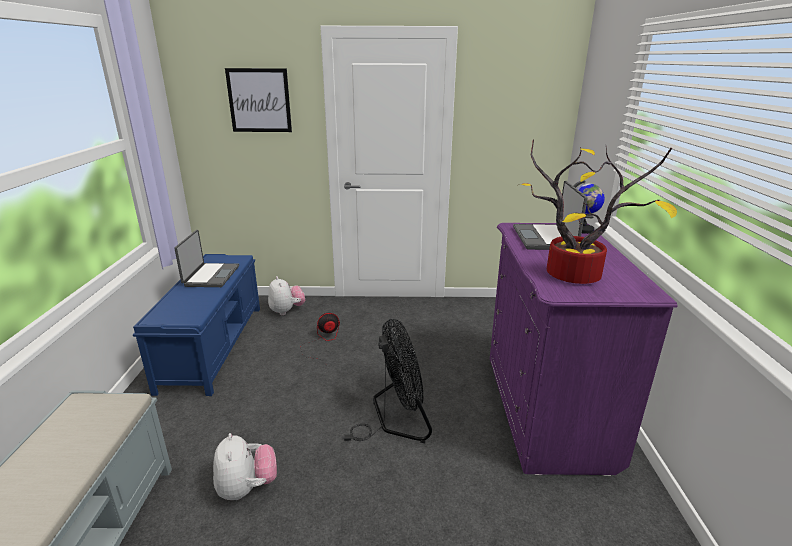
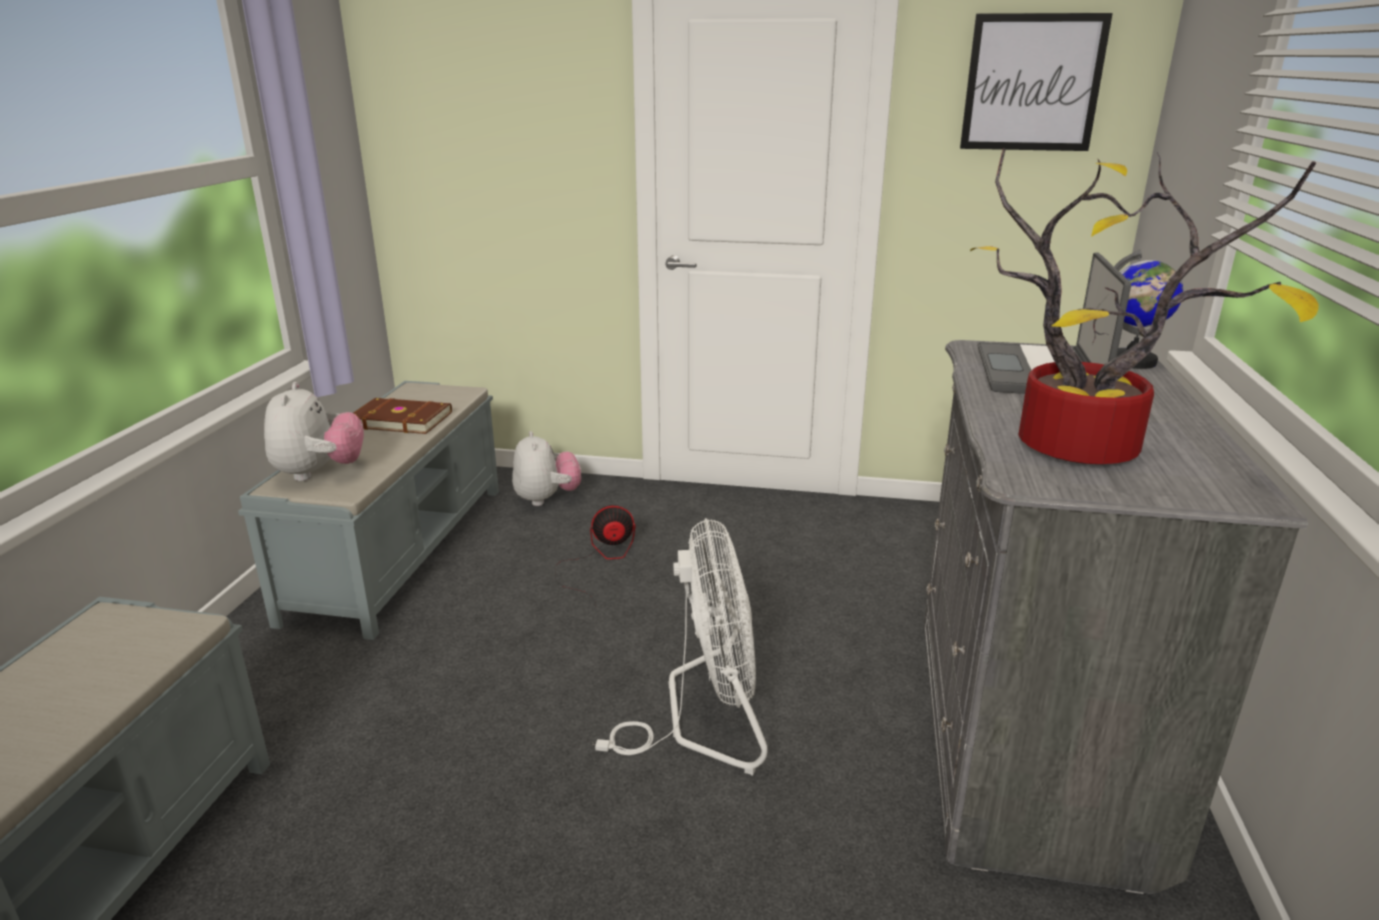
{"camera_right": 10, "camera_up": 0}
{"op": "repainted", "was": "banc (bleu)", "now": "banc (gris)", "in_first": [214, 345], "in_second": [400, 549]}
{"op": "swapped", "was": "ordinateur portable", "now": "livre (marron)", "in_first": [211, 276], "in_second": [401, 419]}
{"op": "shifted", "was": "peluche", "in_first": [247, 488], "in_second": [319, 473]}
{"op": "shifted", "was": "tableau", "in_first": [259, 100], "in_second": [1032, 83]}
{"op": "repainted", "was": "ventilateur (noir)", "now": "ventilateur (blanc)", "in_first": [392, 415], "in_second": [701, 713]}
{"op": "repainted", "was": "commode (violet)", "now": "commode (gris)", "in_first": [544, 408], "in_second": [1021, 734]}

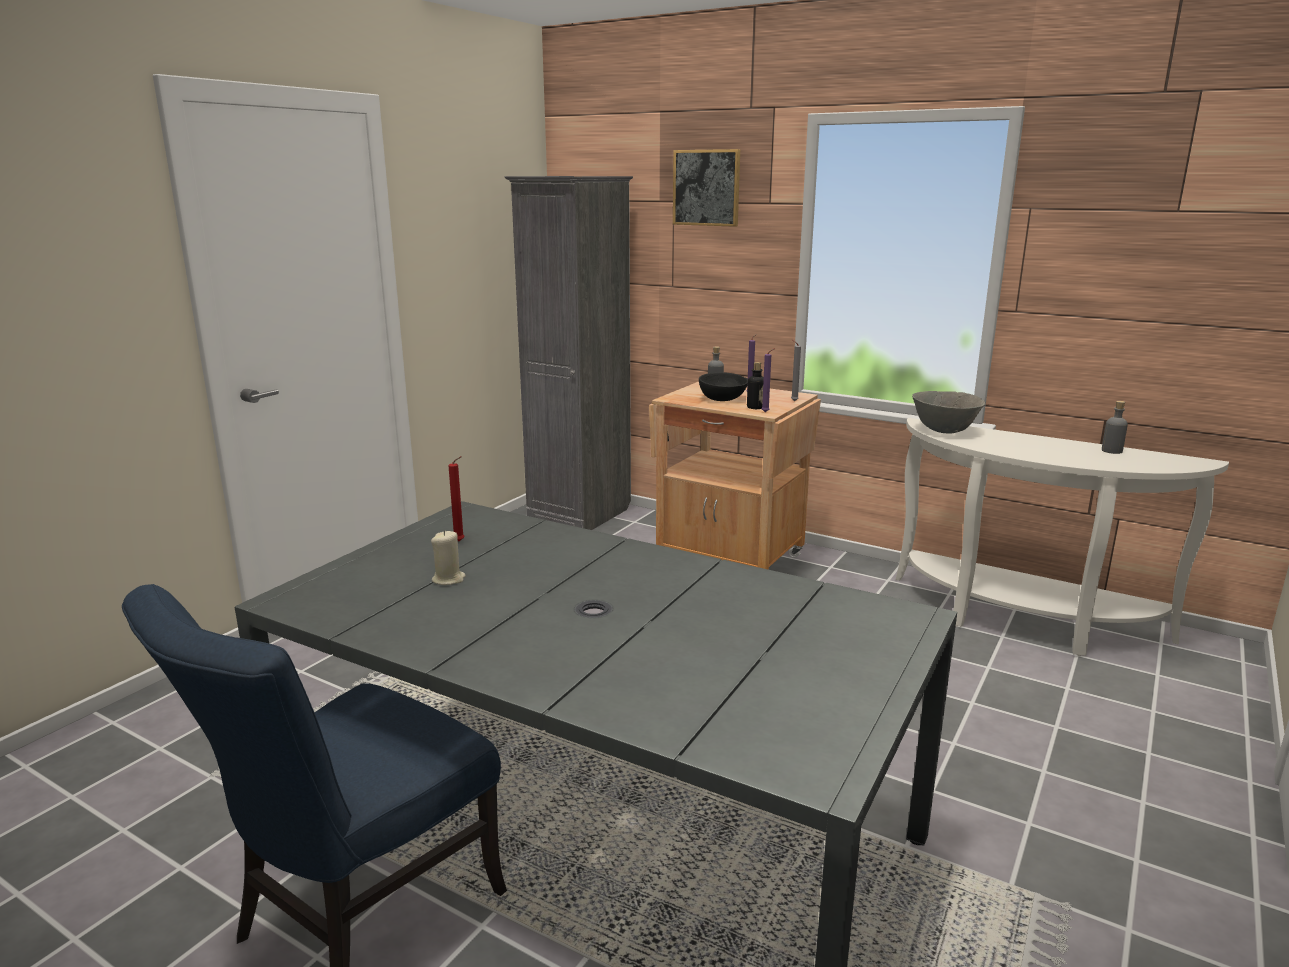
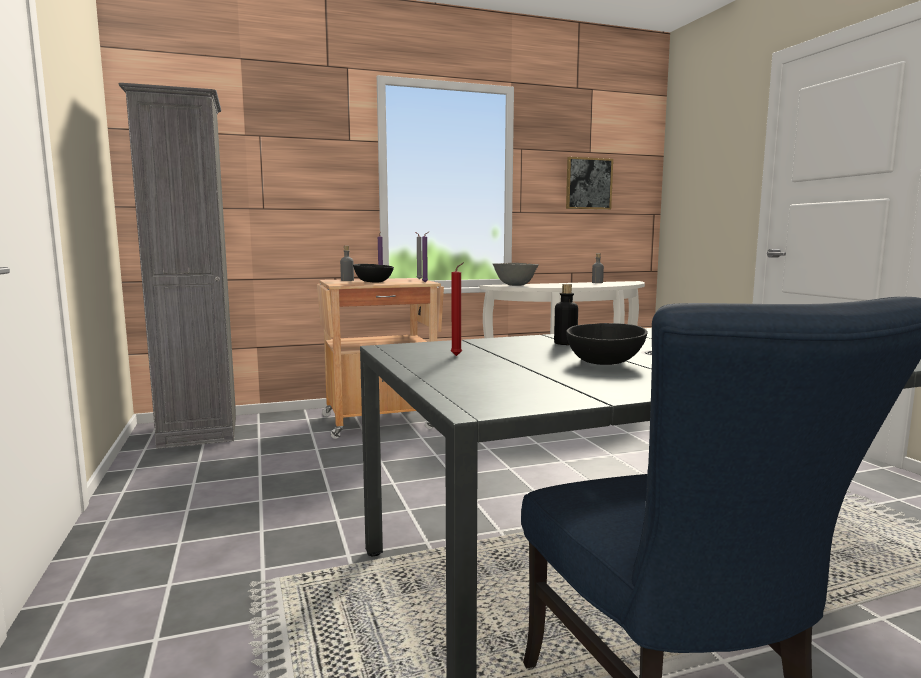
{"camera_right": -50, "camera_up": -10}
{"op": "gone", "was": "bougie (beige)", "in_first": [448, 579]}
{"op": "shifted", "was": "tableau", "in_first": [706, 188], "in_second": [588, 183]}
{"op": "shifted", "was": "bouteille", "in_first": [755, 407], "in_second": [565, 343]}
{"op": "new", "now": "bol (noir)", "in_second": [604, 362]}

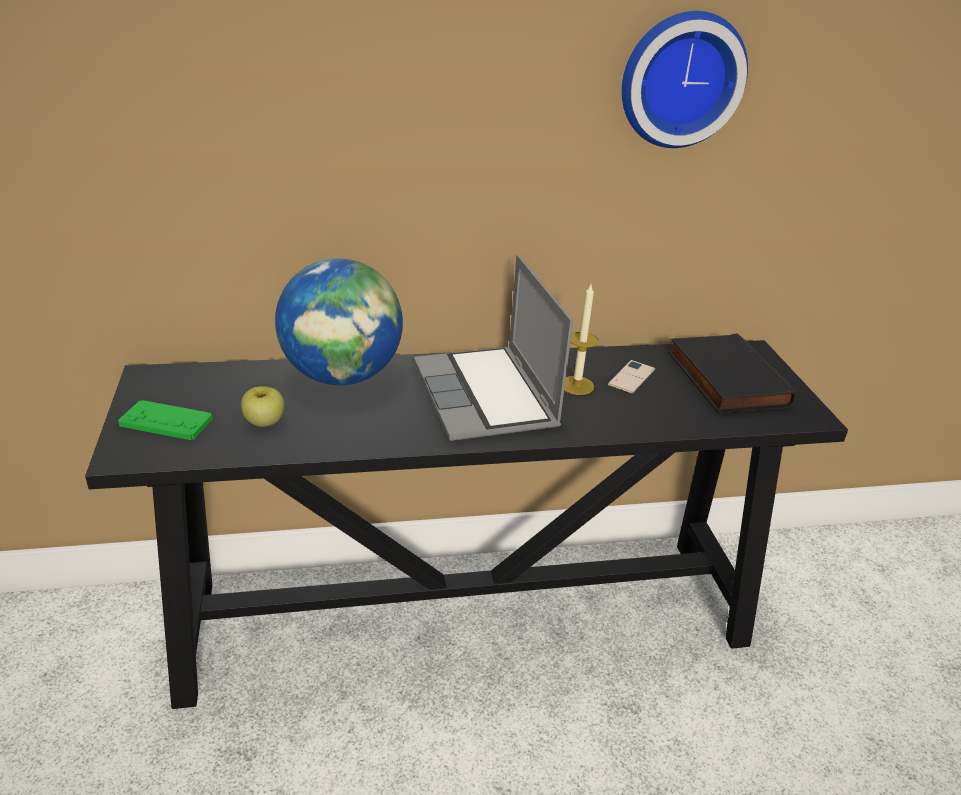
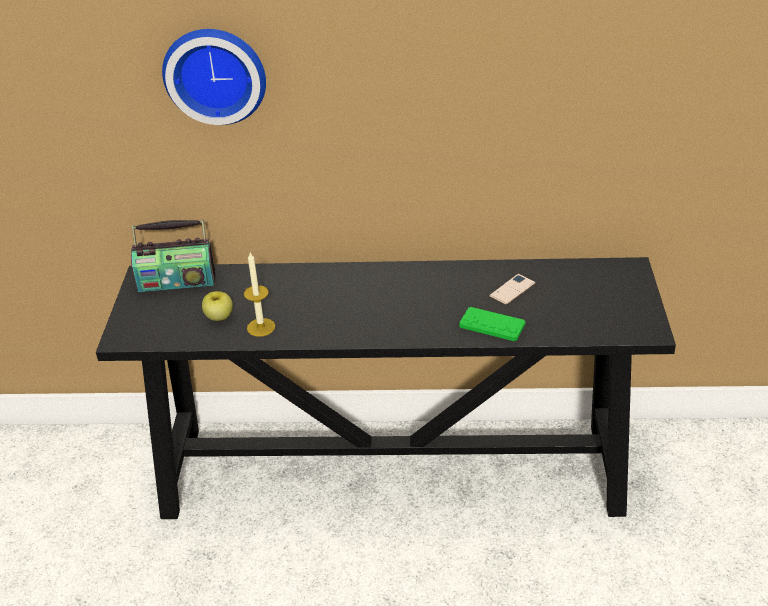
{"camera_right": 15, "camera_up": 5}
{"op": "shifted", "was": "manette (vert)", "in_first": [166, 422], "in_second": [492, 325]}
{"op": "gone", "was": "globe", "in_first": [342, 376]}
{"op": "gone", "was": "ordinateur portable", "in_first": [487, 397]}
{"op": "shifted", "was": "bougie", "in_first": [576, 385], "in_second": [261, 327]}
{"op": "shifted", "was": "horloge murale", "in_first": [680, 79], "in_second": [215, 74]}
{"op": "gone", "was": "livre (noir)", "in_first": [723, 379]}
{"op": "new", "now": "radio", "in_second": [176, 280]}

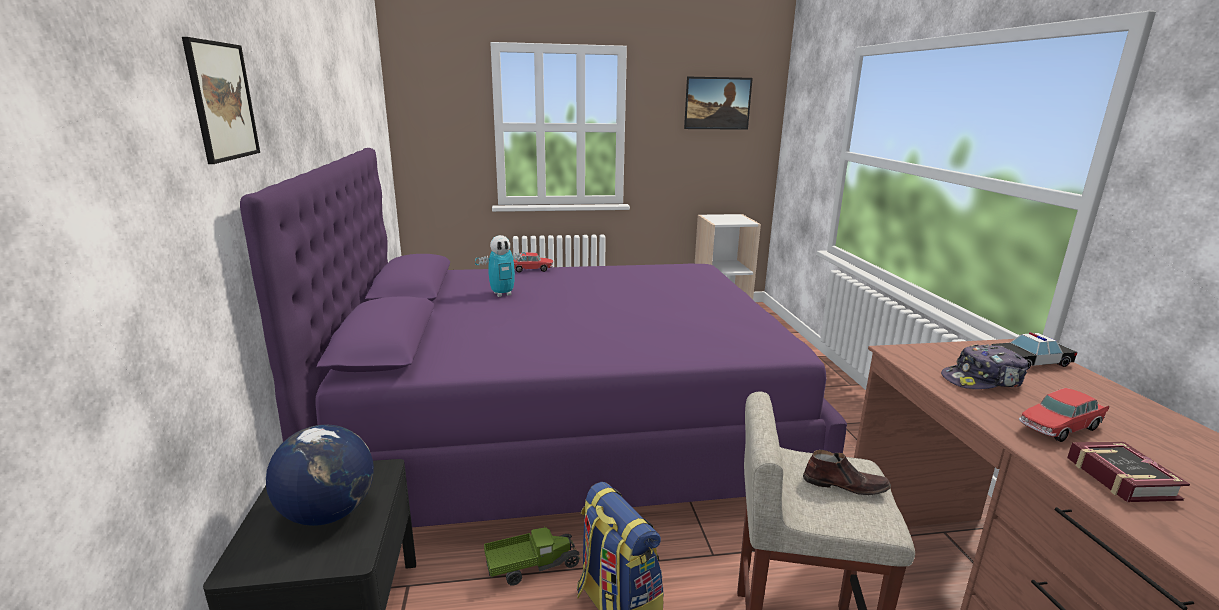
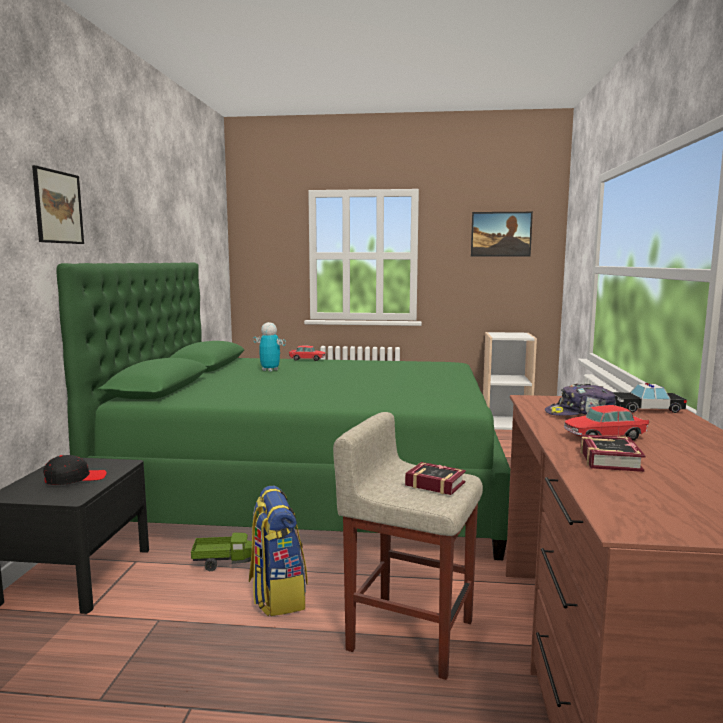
{"camera_right": 15, "camera_up": -10}
{"op": "repainted", "was": "lit (violet)", "now": "lit (vert)", "in_first": [568, 429], "in_second": [313, 487]}
{"op": "swapped", "was": "globe", "now": "casquette (noir)", "in_first": [328, 513], "in_second": [75, 479]}
{"op": "rotated", "was": "robot jouet", "in_first": [502, 294], "in_second": [270, 370], "clockwise": -135}
{"op": "swapped", "was": "chaussure (marron)", "now": "livre", "in_first": [844, 485], "in_second": [433, 483]}

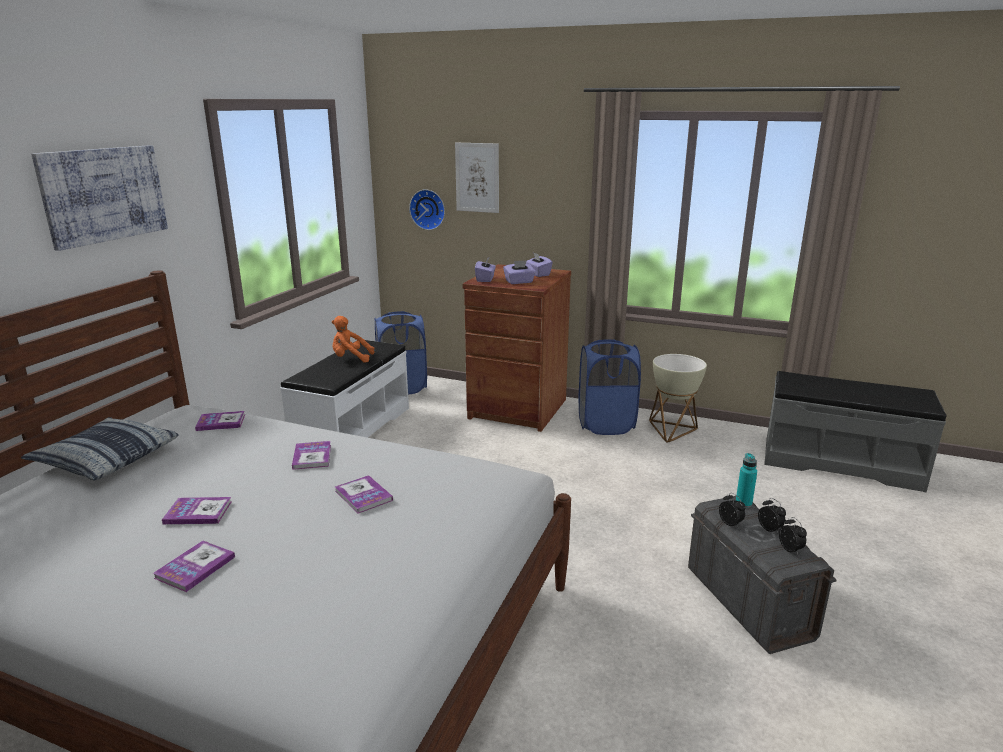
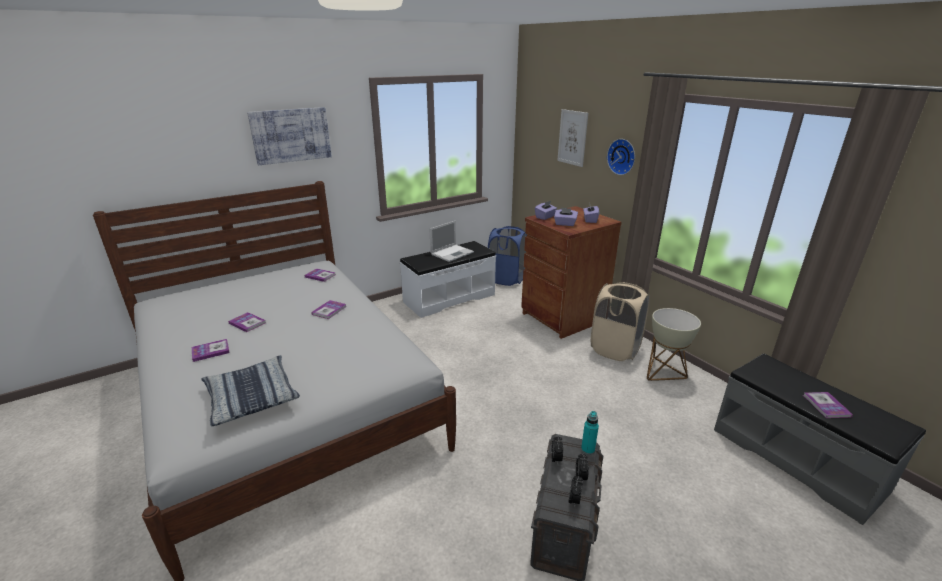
{"camera_right": 35, "camera_up": 5}
{"op": "shifted", "was": "coussin", "in_first": [105, 459], "in_second": [252, 397]}
{"op": "swapped", "was": "peluche (orange)", "now": "ordinateur portable", "in_first": [350, 358], "in_second": [452, 253]}
{"op": "shifted", "was": "livre", "in_first": [363, 495], "in_second": [826, 406]}
{"op": "shifted", "was": "horloge murale", "in_first": [428, 209], "in_second": [622, 156]}
{"op": "repainted", "was": "panier à linge (bleu)", "now": "panier à linge (beige)", "in_first": [606, 424], "in_second": [615, 349]}

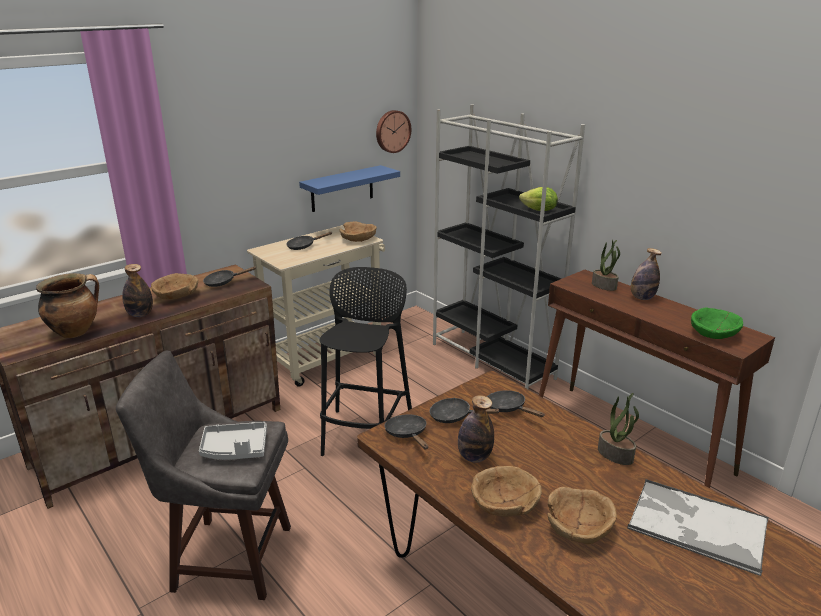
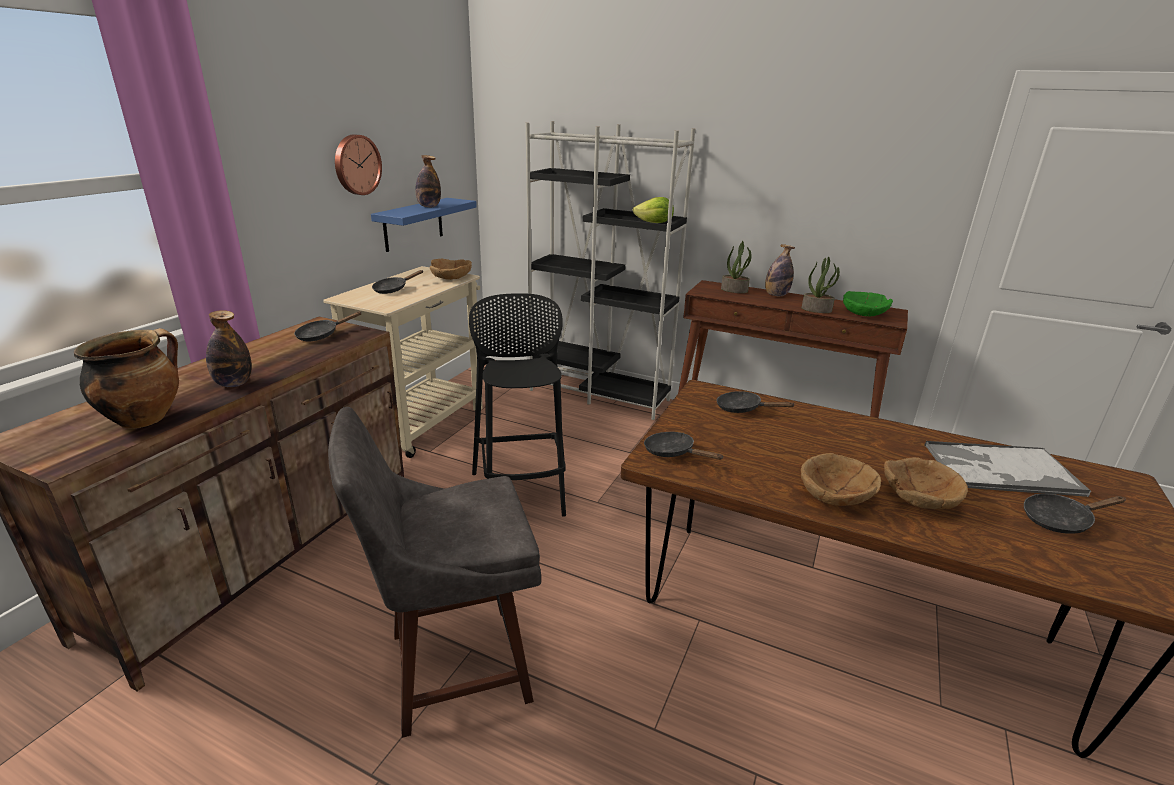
{"camera_right": -25, "camera_up": 0}
{"op": "gone", "was": "bol (marron)", "in_first": [176, 296]}
{"op": "gone", "was": "plateau (gris)", "in_first": [235, 449]}
{"op": "shifted", "was": "horloge murale", "in_first": [392, 131], "in_second": [356, 165]}
{"op": "shifted", "was": "poêle (noir)", "in_first": [454, 416], "in_second": [1060, 520]}
{"op": "shifted", "was": "bouteille", "in_first": [474, 457], "in_second": [429, 206]}
{"op": "shifted", "was": "plante en pot", "in_first": [616, 454], "in_second": [817, 309]}

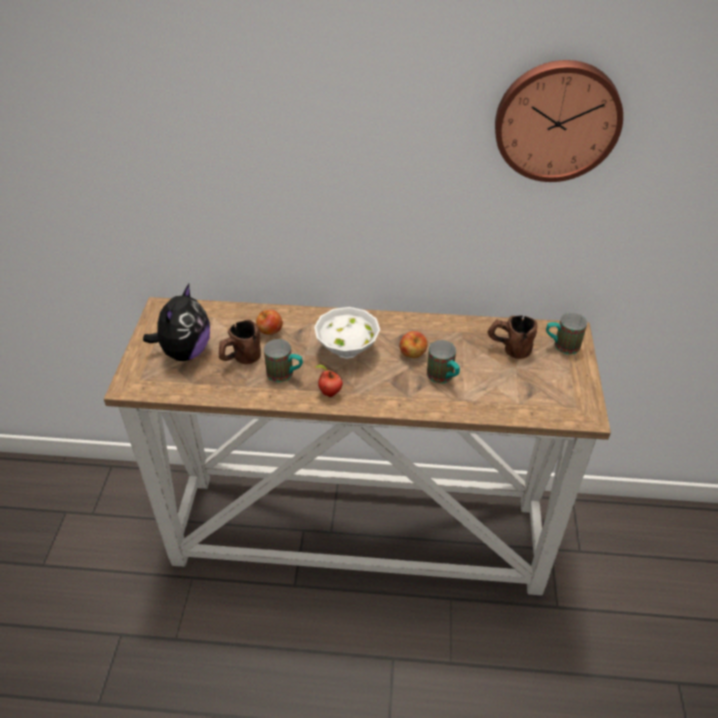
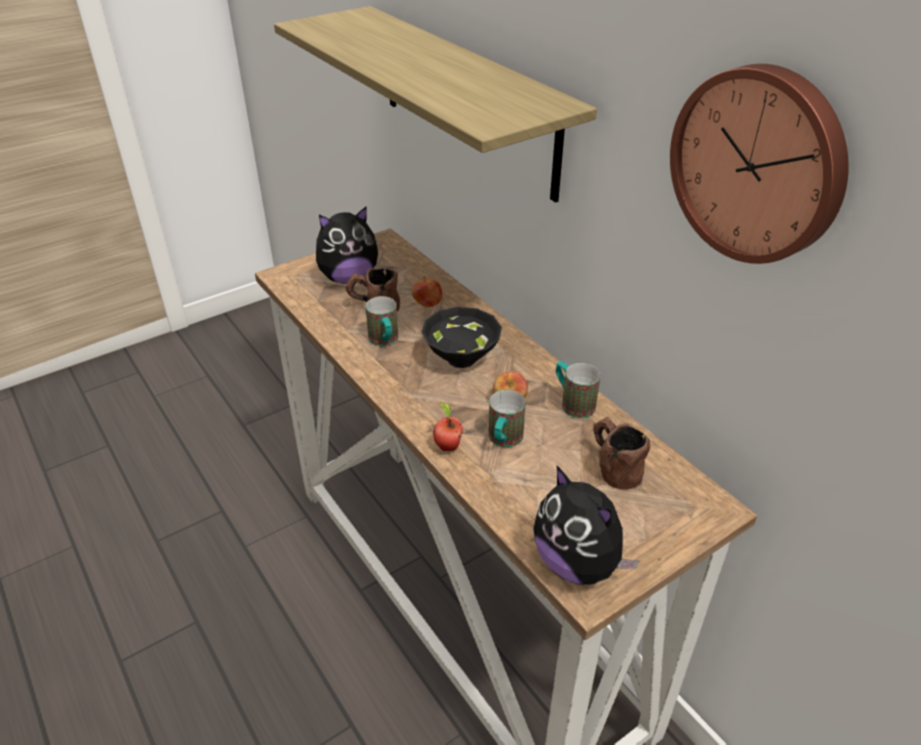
{"camera_right": 50, "camera_up": -5}
{"op": "repainted", "was": "bol (blanc)", "now": "bol (noir)", "in_first": [345, 350], "in_second": [460, 357]}
{"op": "shifted", "was": "pomme", "in_first": [329, 393], "in_second": [447, 446]}
{"op": "shifted", "was": "mug", "in_first": [561, 346], "in_second": [572, 403]}
{"op": "new", "now": "étagère", "in_second": [466, 100]}
{"op": "new", "now": "peluche", "in_second": [578, 563]}

